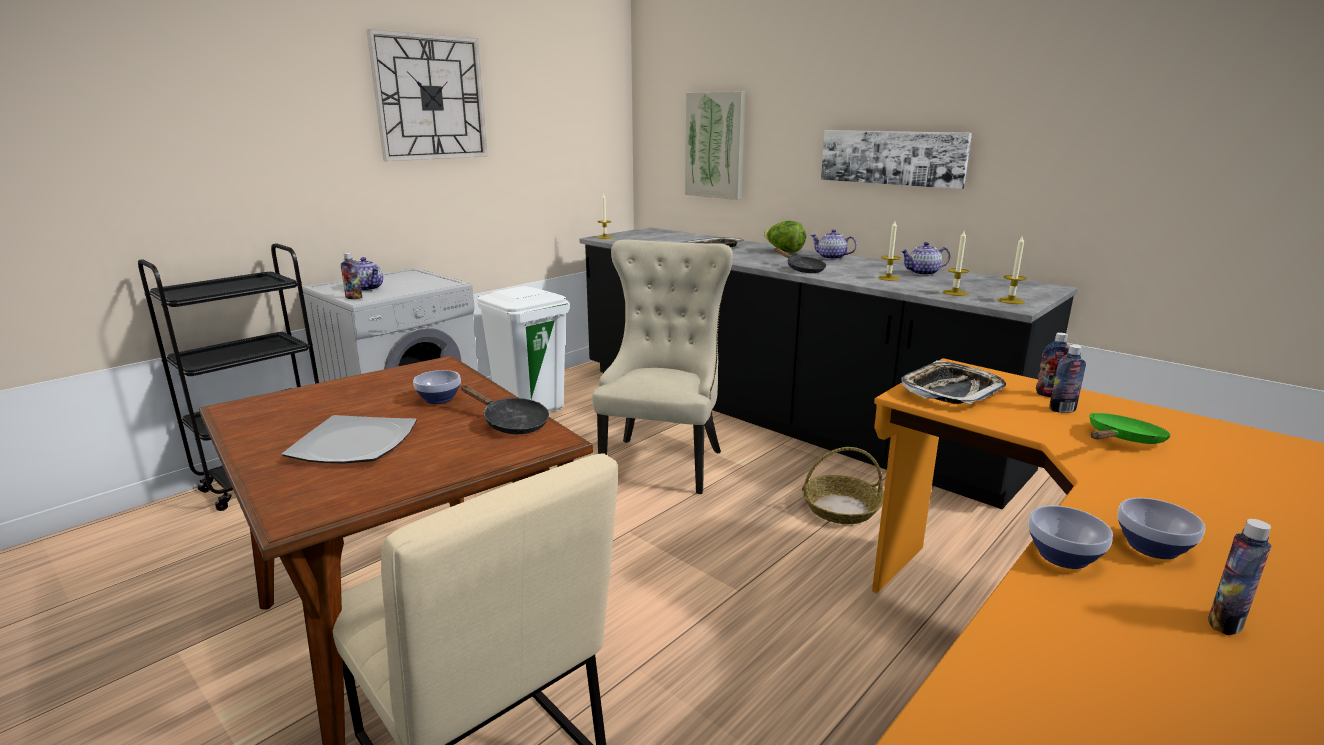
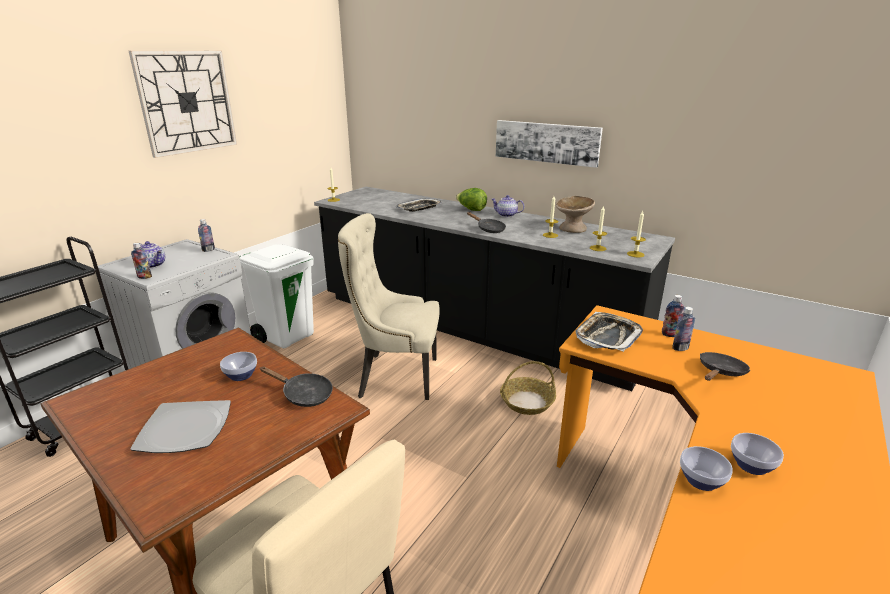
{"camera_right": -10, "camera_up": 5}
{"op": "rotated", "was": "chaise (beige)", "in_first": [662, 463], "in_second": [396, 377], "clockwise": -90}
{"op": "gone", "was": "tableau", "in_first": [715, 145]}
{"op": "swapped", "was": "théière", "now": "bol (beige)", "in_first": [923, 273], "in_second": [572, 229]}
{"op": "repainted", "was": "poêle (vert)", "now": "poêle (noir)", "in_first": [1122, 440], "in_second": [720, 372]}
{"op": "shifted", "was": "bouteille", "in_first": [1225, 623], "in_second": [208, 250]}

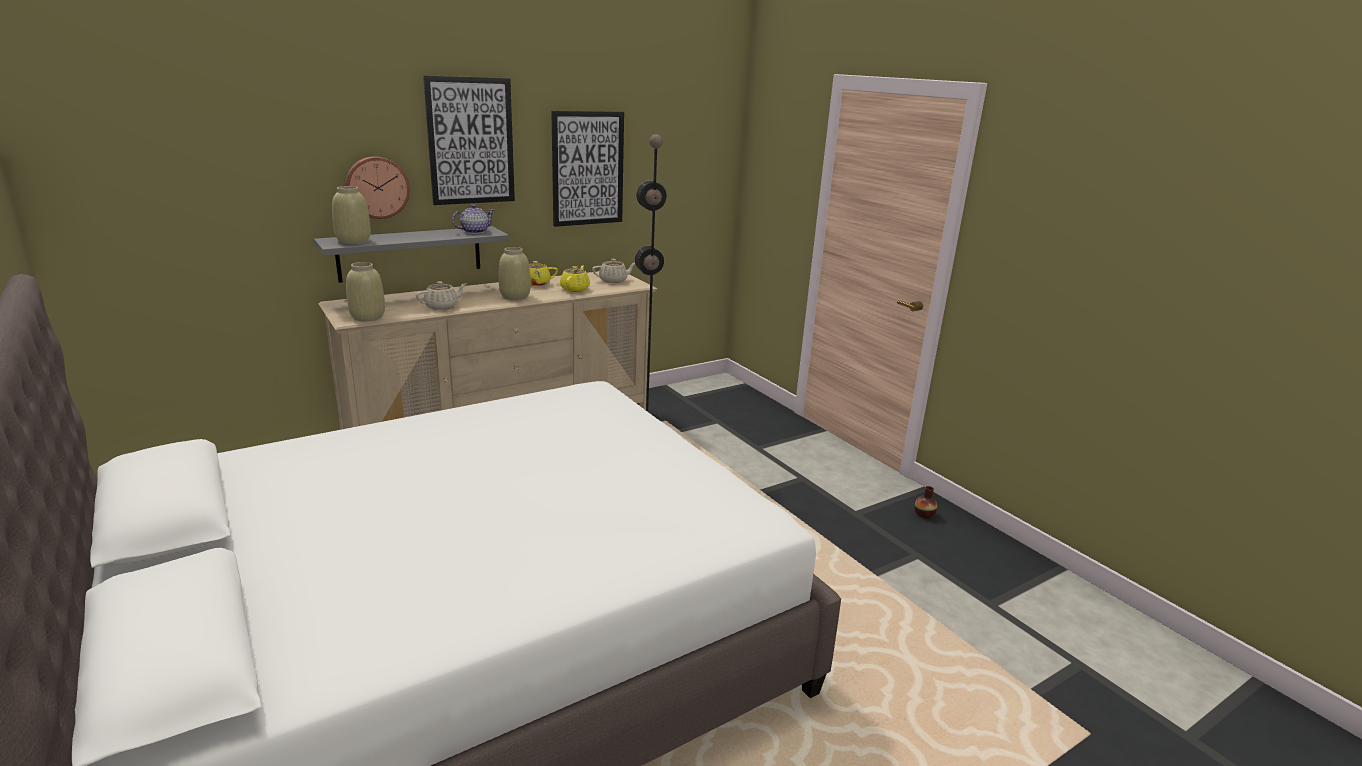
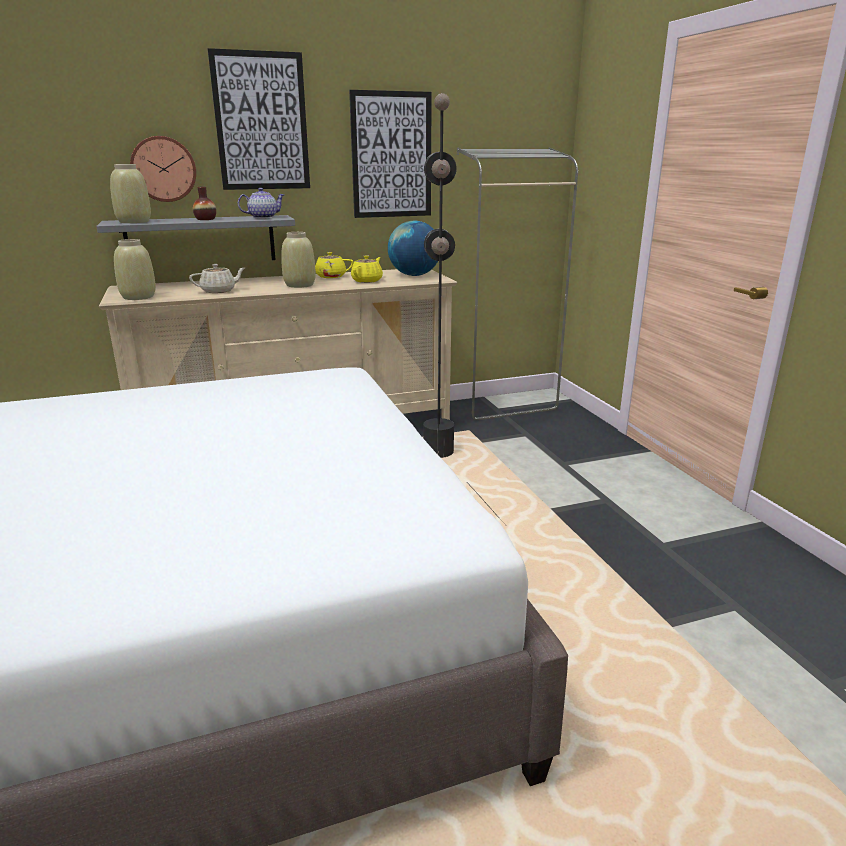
{"camera_right": 15, "camera_up": 0}
{"op": "swapped", "was": "théière (beige)", "now": "globe", "in_first": [614, 280], "in_second": [414, 275]}
{"op": "shifted", "was": "vase", "in_first": [924, 514], "in_second": [205, 219]}
{"op": "new", "now": "portant (gris)", "in_second": [505, 405]}

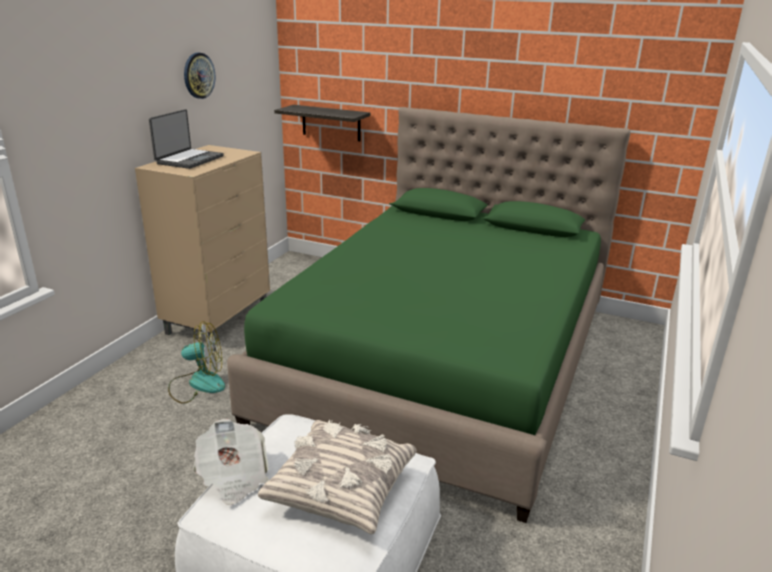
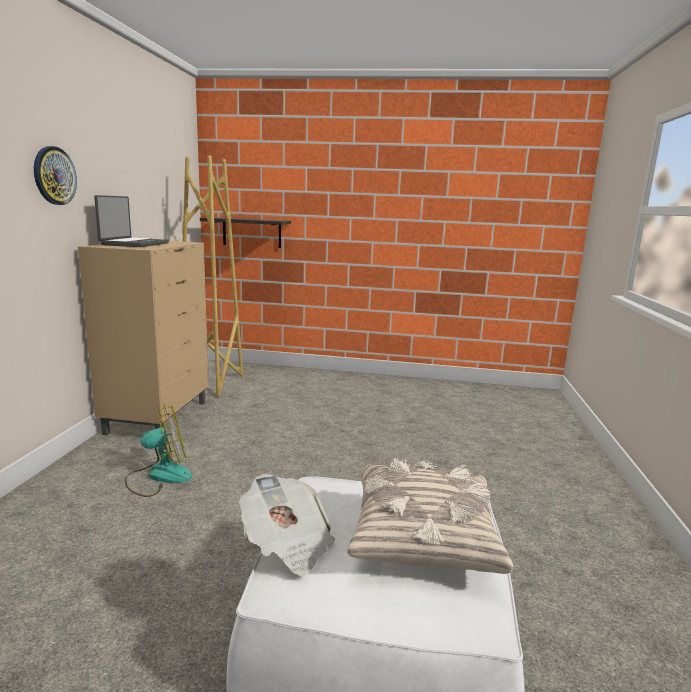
{"camera_right": -15, "camera_up": -10}
{"op": "shifted", "was": "horloge murale", "in_first": [198, 75], "in_second": [54, 176]}
{"op": "gone", "was": "lit (vert)", "in_first": [445, 362]}
{"op": "new", "now": "portant (jaune)", "in_second": [213, 384]}

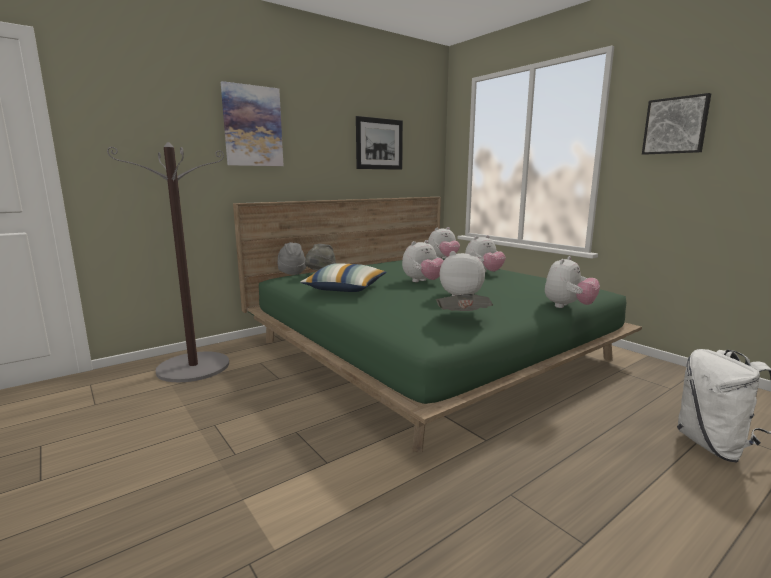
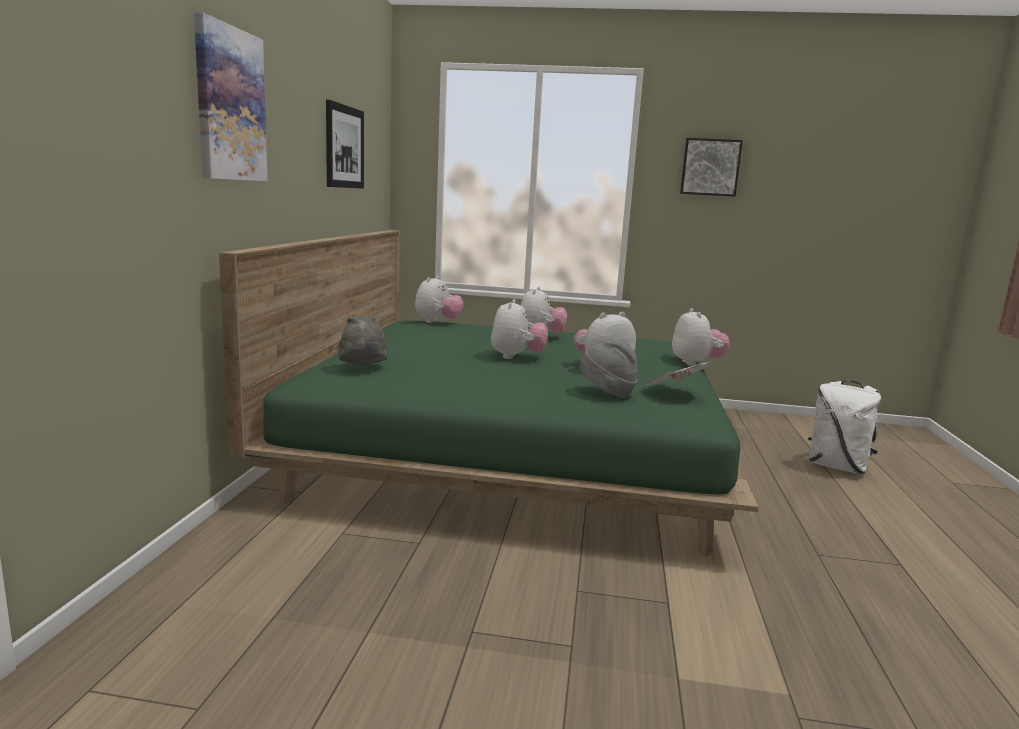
{"camera_right": -45, "camera_up": 0}
{"op": "gone", "was": "portant (gris)", "in_first": [193, 367]}
{"op": "shifted", "was": "chapeau (gris)", "in_first": [291, 272], "in_second": [607, 393]}
{"op": "gone", "was": "coussin", "in_first": [345, 289]}

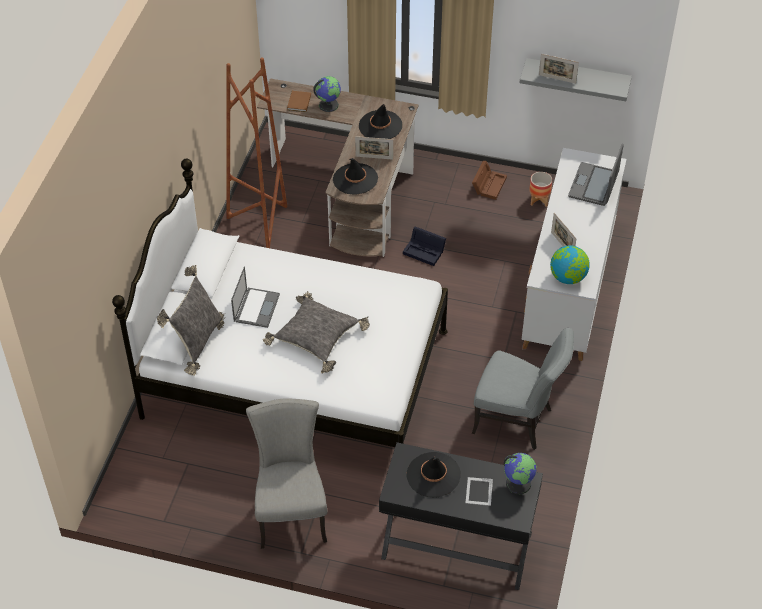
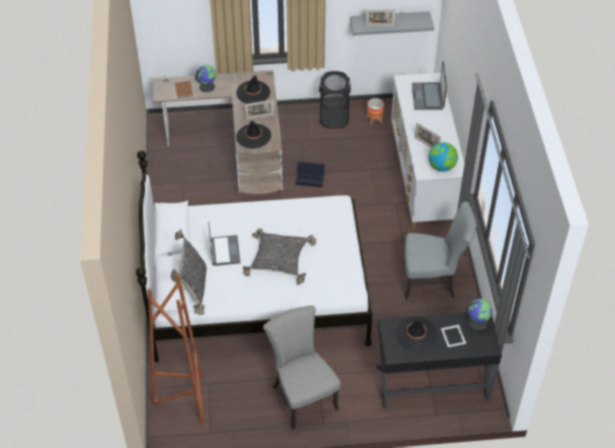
{"camera_right": -20, "camera_up": 0}
{"op": "shifted", "was": "portant (marron)", "in_first": [260, 224], "in_second": [185, 401]}
{"op": "swapped", "was": "boîte de rangement (marron)", "now": "panier à linge (noir)", "in_first": [489, 184], "in_second": [334, 118]}

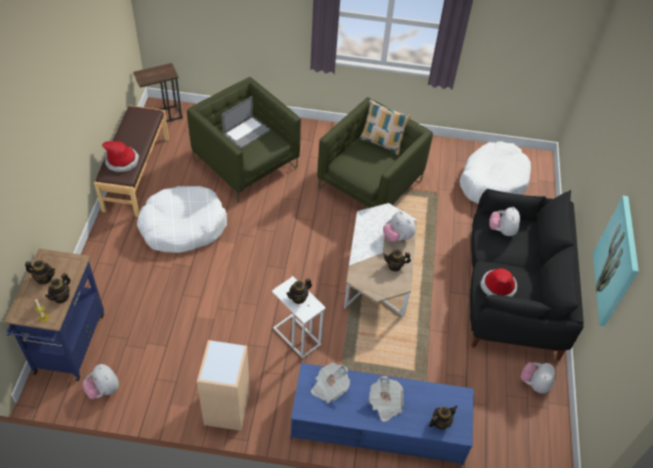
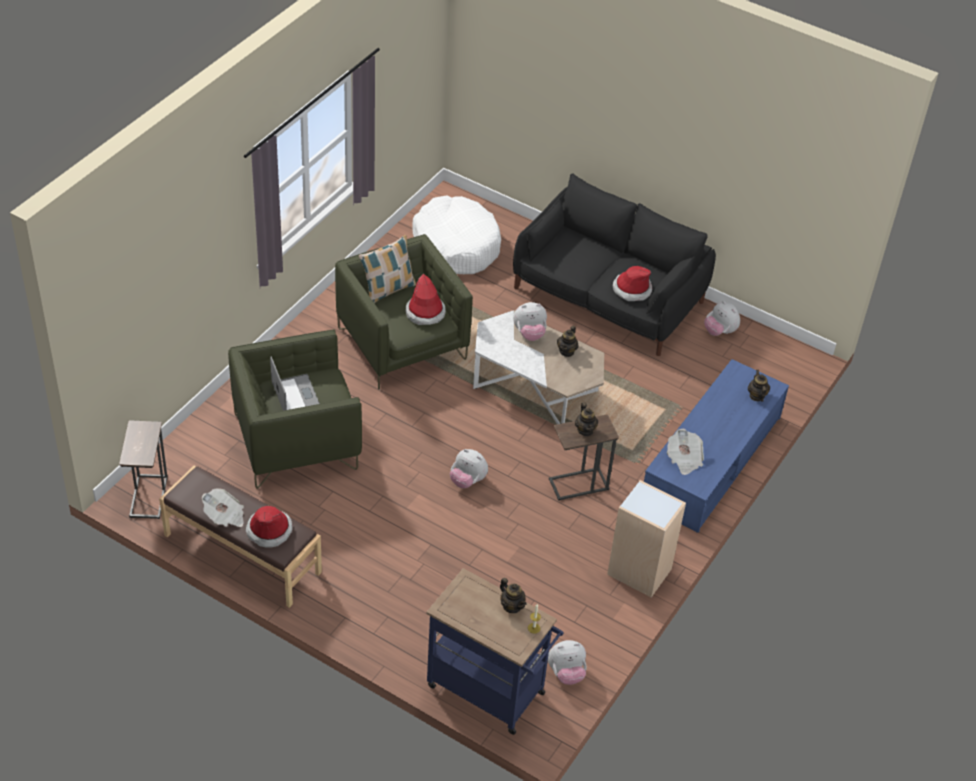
{"camera_right": -65, "camera_up": -5}
{"op": "gone", "was": "théière", "in_first": [44, 278]}
{"op": "gone", "was": "panier pour chien (blanc)", "in_first": [183, 226]}
{"op": "repainted", "was": "table d'appoint (blanc)", "now": "table d'appoint (marron)", "in_first": [297, 336], "in_second": [579, 484]}
{"op": "shifted", "was": "journal", "in_first": [385, 403], "in_second": [225, 516]}
{"op": "shifted", "was": "peluche", "in_first": [502, 230], "in_second": [467, 481]}
{"op": "gone", "was": "tableau", "in_first": [617, 262]}
{"op": "new", "now": "chapeau", "in_second": [425, 313]}

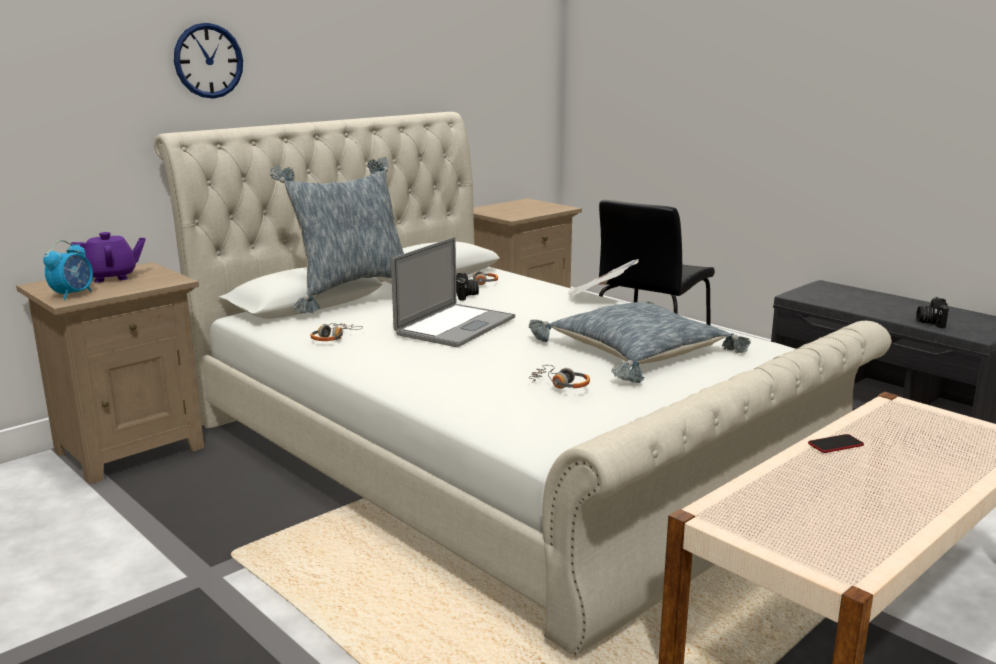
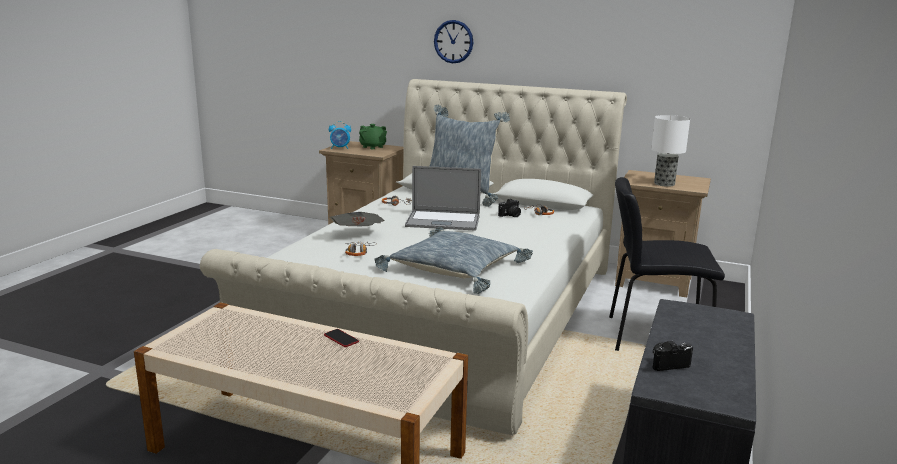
{"camera_right": 65, "camera_up": 0}
{"op": "repainted", "was": "théière (violet)", "now": "théière (vert)", "in_first": [111, 277], "in_second": [373, 147]}
{"op": "shifted", "was": "journal", "in_first": [599, 298], "in_second": [358, 234]}
{"op": "new", "now": "lampe de table", "in_second": [664, 184]}

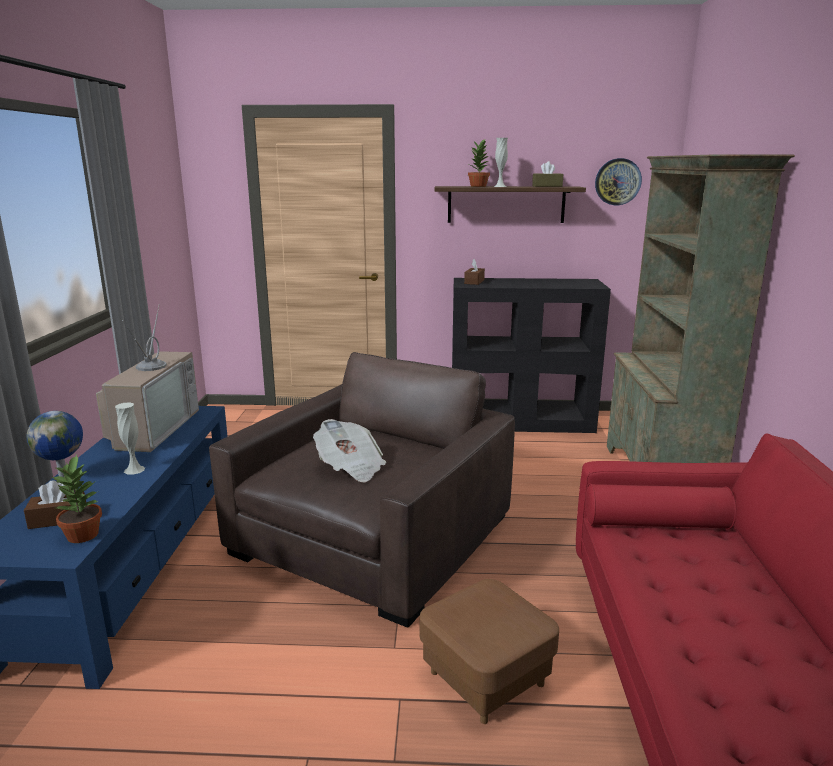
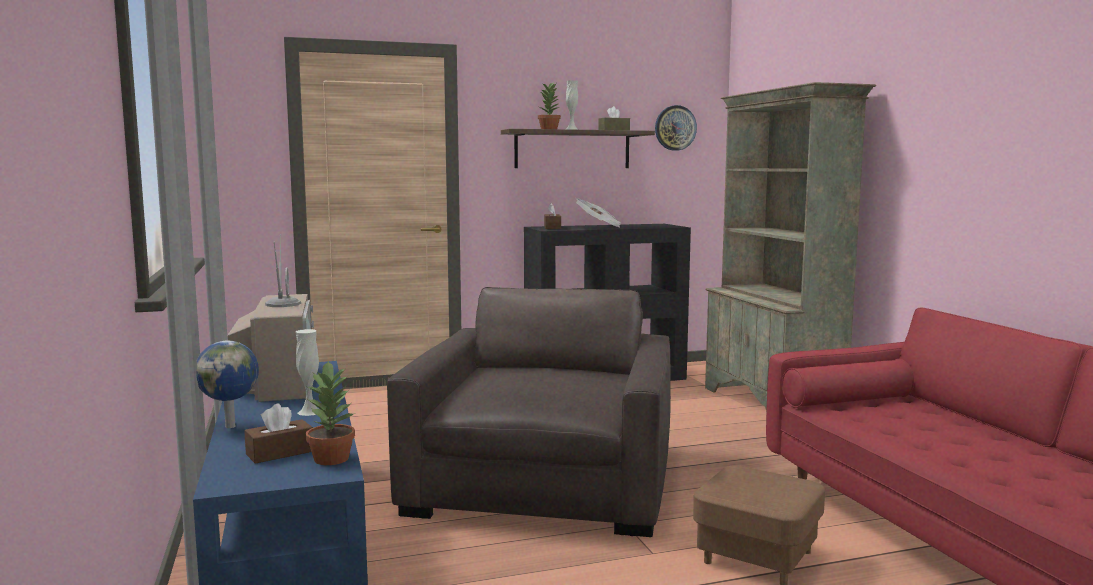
{"camera_right": -20, "camera_up": -10}
{"op": "shifted", "was": "journal", "in_first": [350, 467], "in_second": [599, 226]}

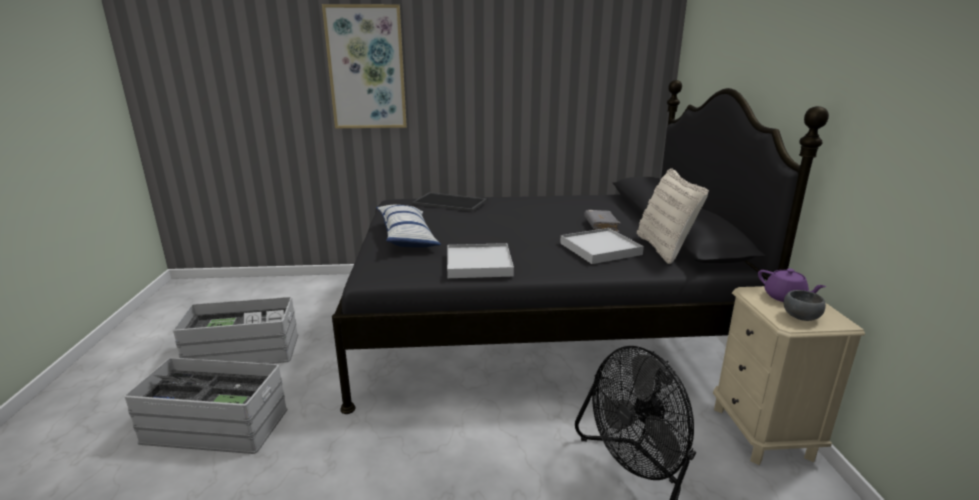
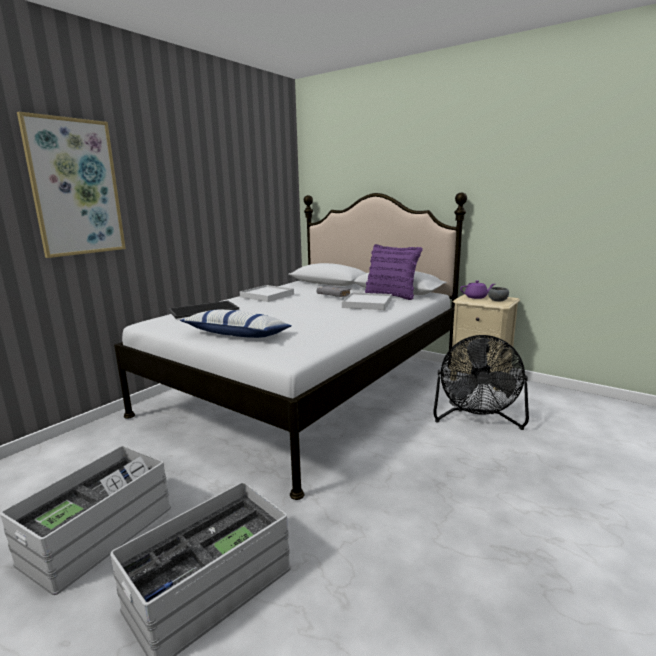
{"camera_right": -50, "camera_up": -5}
{"op": "repainted", "was": "lit (noir)", "now": "lit (blanc)", "in_first": [534, 326], "in_second": [307, 389]}
{"op": "shifted", "was": "plateau (blanc)", "in_first": [479, 264], "in_second": [267, 296]}
{"op": "repainted", "was": "coussin (beige)", "now": "coussin (violet)", "in_first": [665, 250], "in_second": [392, 296]}

